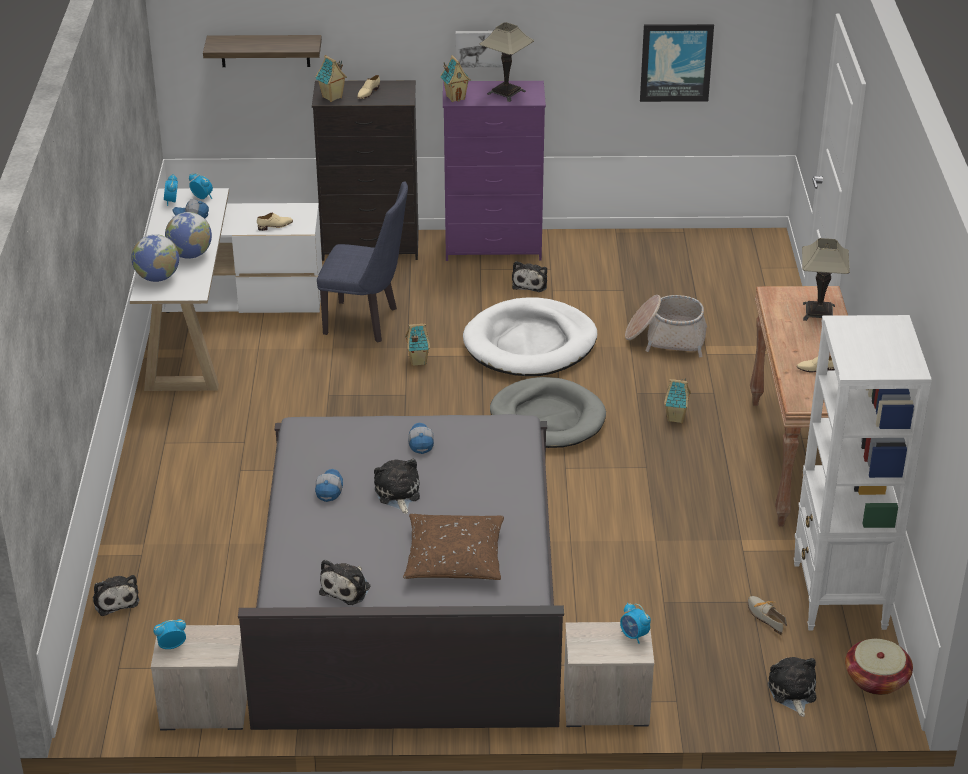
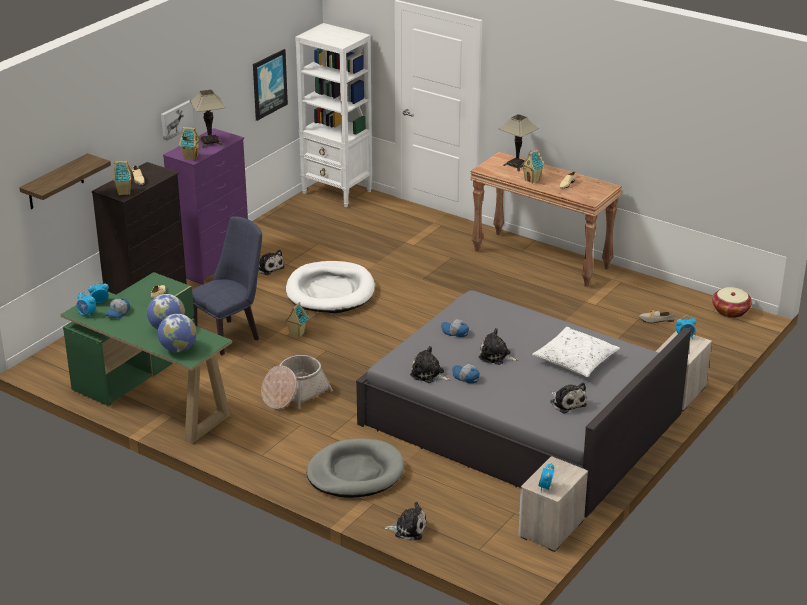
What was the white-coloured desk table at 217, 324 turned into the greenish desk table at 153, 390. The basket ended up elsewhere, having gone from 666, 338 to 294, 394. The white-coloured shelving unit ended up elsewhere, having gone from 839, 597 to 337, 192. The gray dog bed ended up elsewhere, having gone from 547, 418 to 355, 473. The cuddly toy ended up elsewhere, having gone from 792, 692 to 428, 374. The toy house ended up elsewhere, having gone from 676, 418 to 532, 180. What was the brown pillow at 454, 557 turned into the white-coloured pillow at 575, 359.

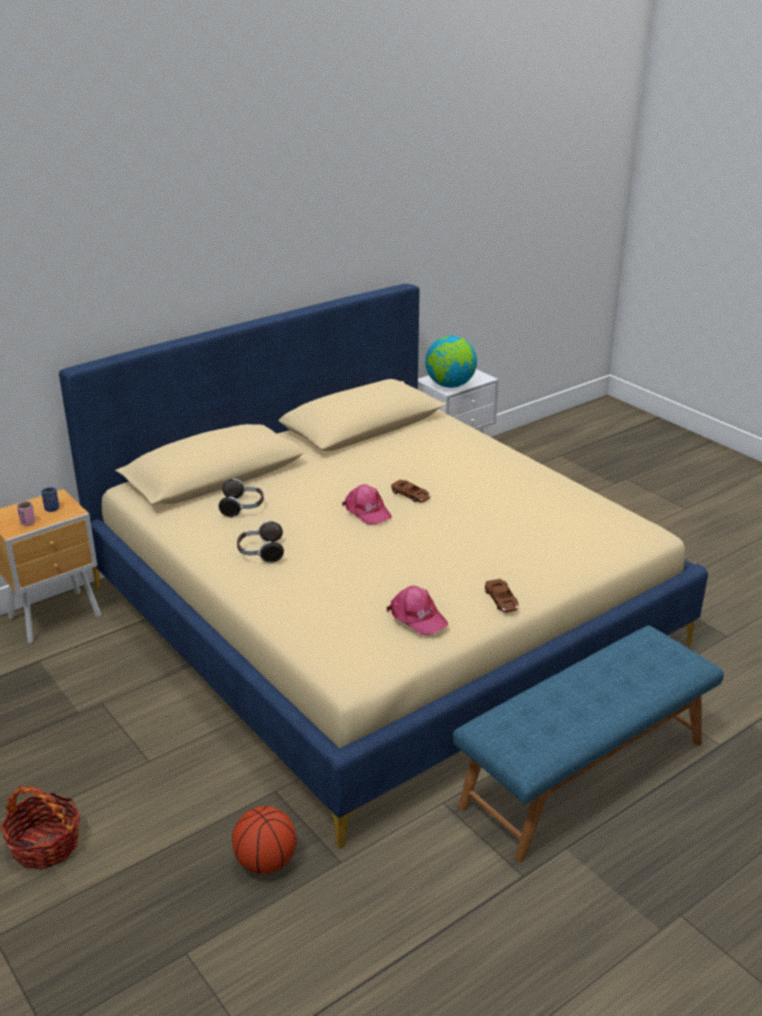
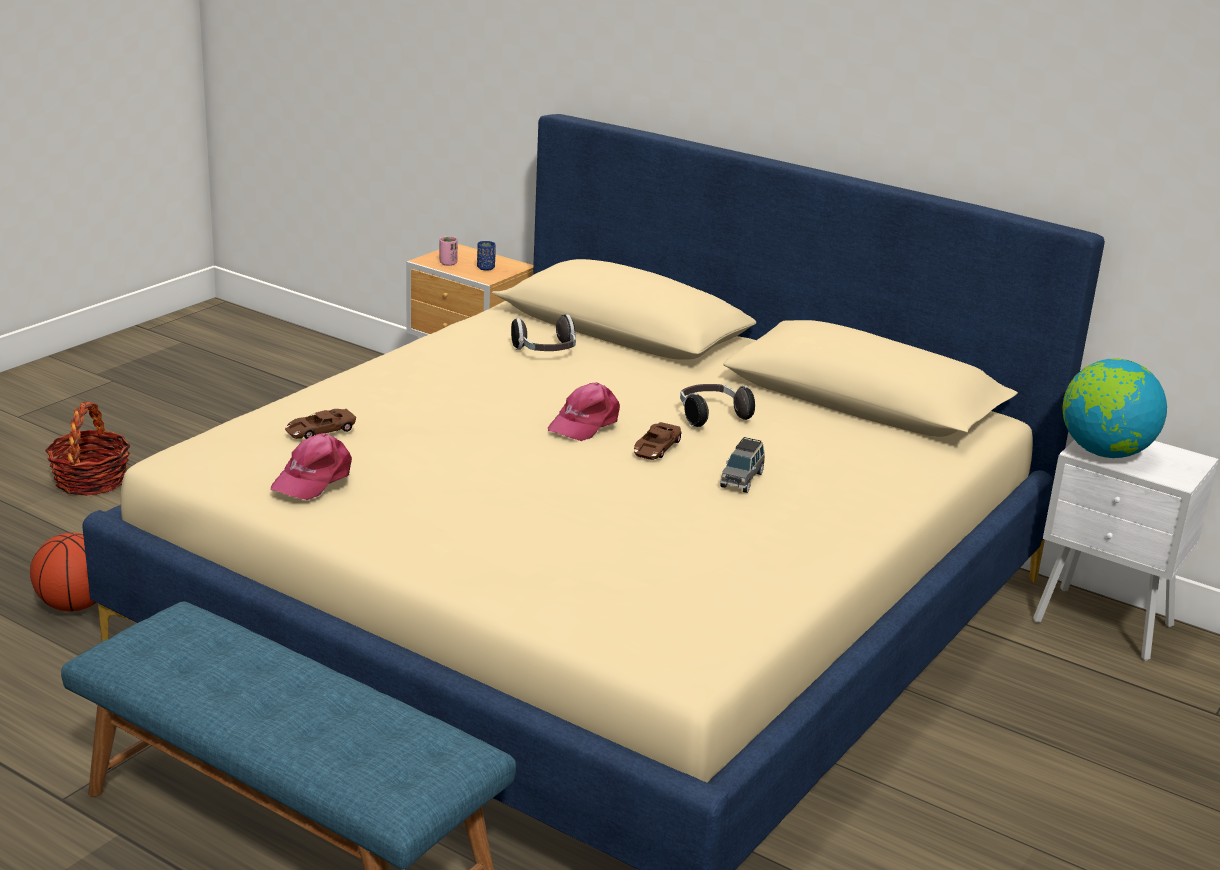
The brown miniature car ended up elsewhere, having gone from 501, 600 to 320, 430. The pair of headphones ended up elsewhere, having gone from 260, 553 to 711, 416. The second view gained the gray miniature car at 742, 479.

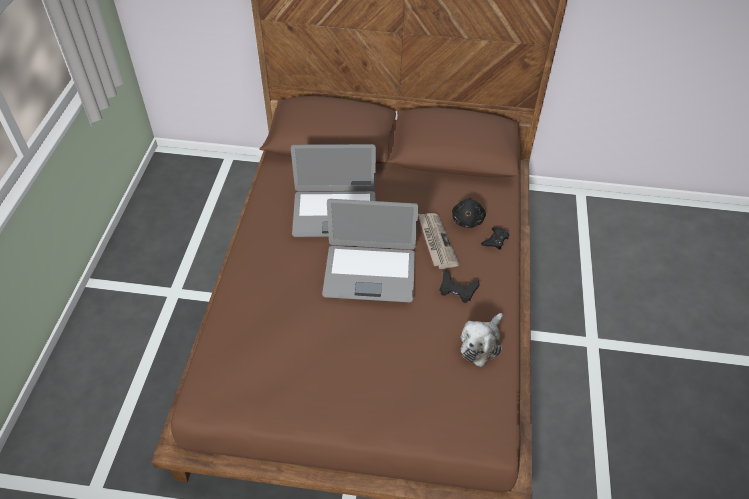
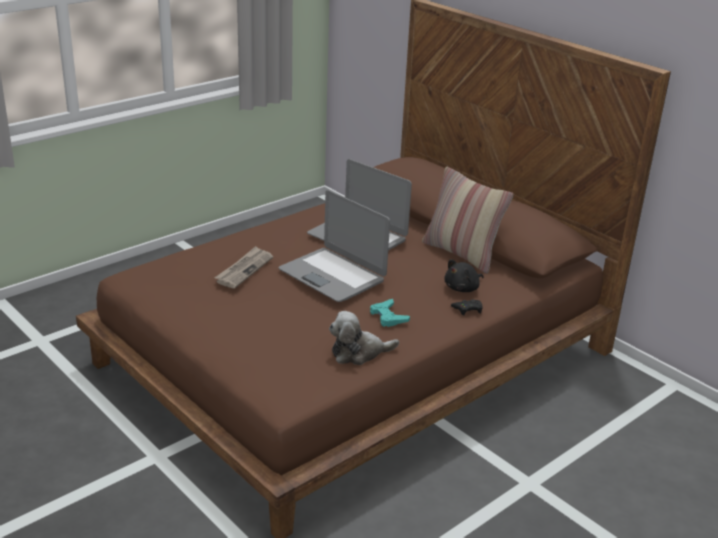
The daily paper ended up elsewhere, having gone from 436, 241 to 244, 269. What was the blackish game controller at 457, 289 turned into the turquoise game controller at 388, 317. The second view gained the pillow at 461, 254.

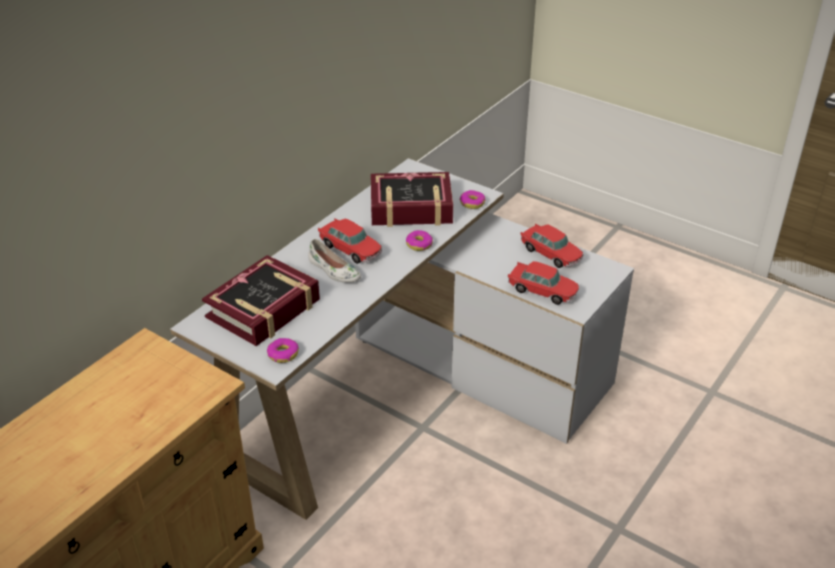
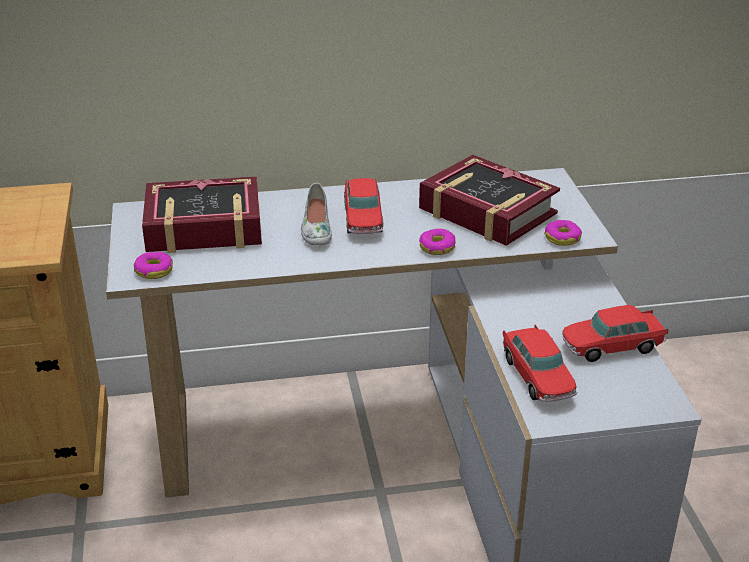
The miniature car at 551, 254 ended up facing another way, 75 degrees clockwise from before.

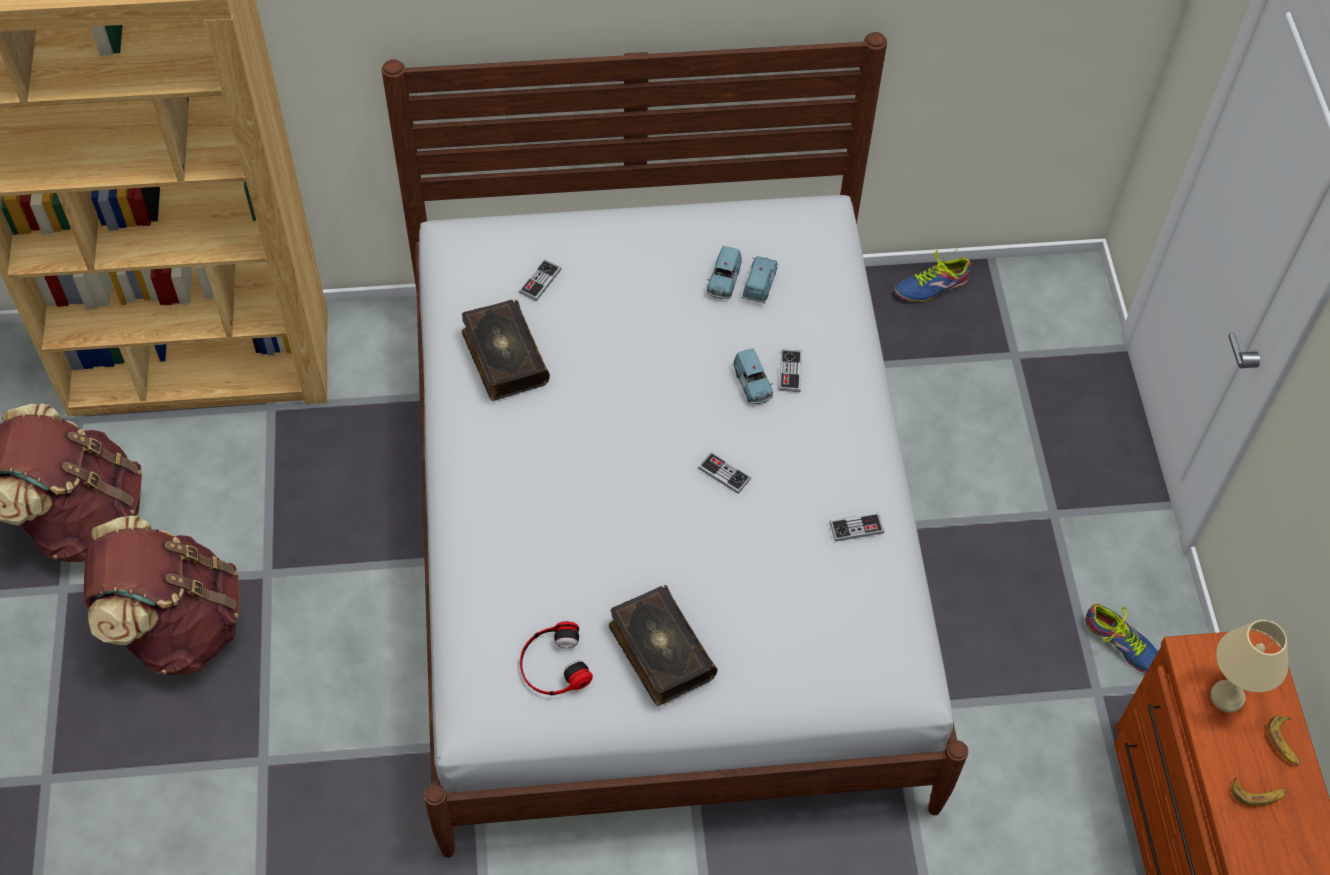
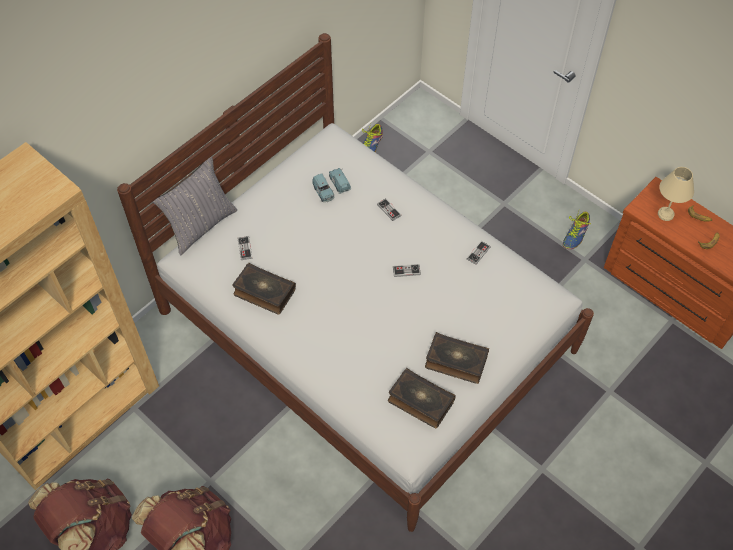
The second view gained the gray pillow at 200, 226. Where the pair of headphones stood at 553, 665, the volume came to stand at 420, 401. The item of footwear at 1122, 644 ended up facing another way, 120 degrees clockwise from before. The second view lost the bluish miniature car at 752, 384.

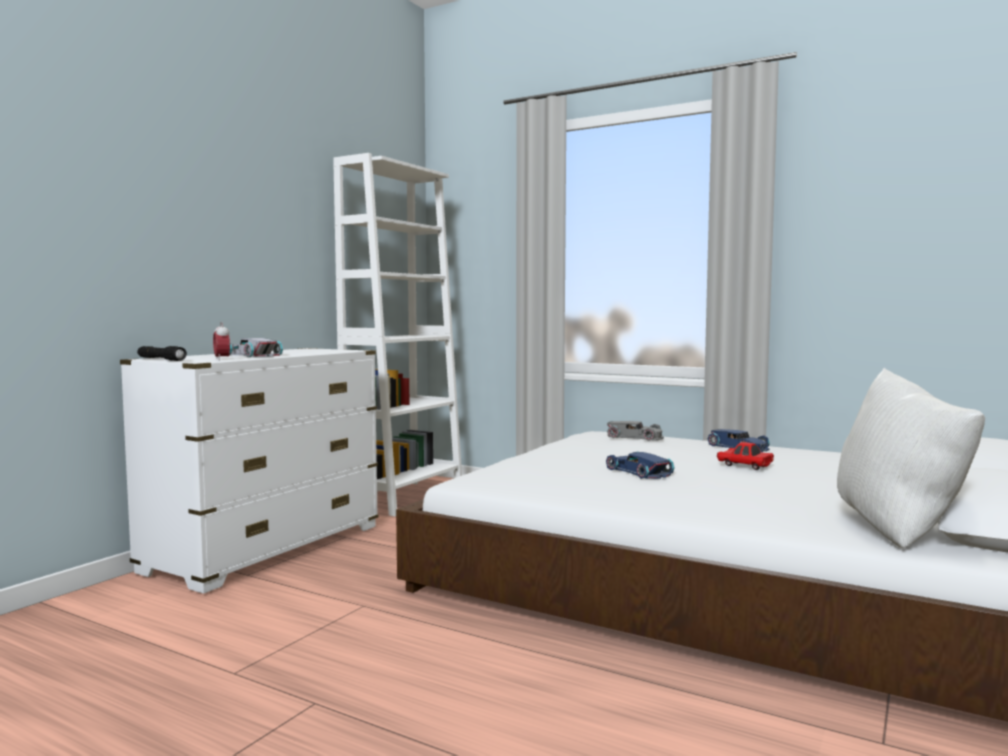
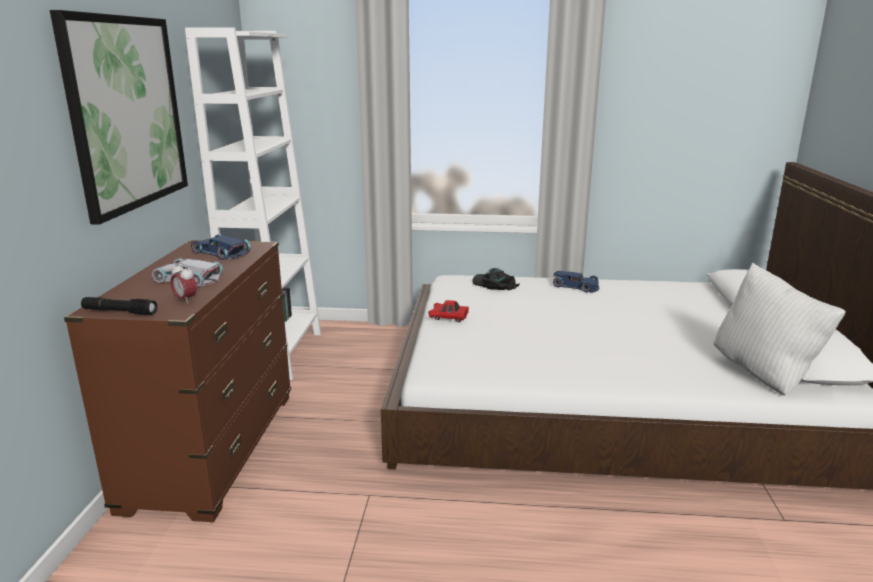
The second view gained the wall art at 126, 113. What was the white-coloured dresser at 266, 549 turned into the brown dresser at 213, 449. The bluish miniature car ended up elsewhere, having gone from 639, 471 to 221, 252. The red miniature car ended up elsewhere, having gone from 745, 466 to 449, 318. Where the gray miniature car stood at 635, 437, the blackish cap came to stand at 494, 284.

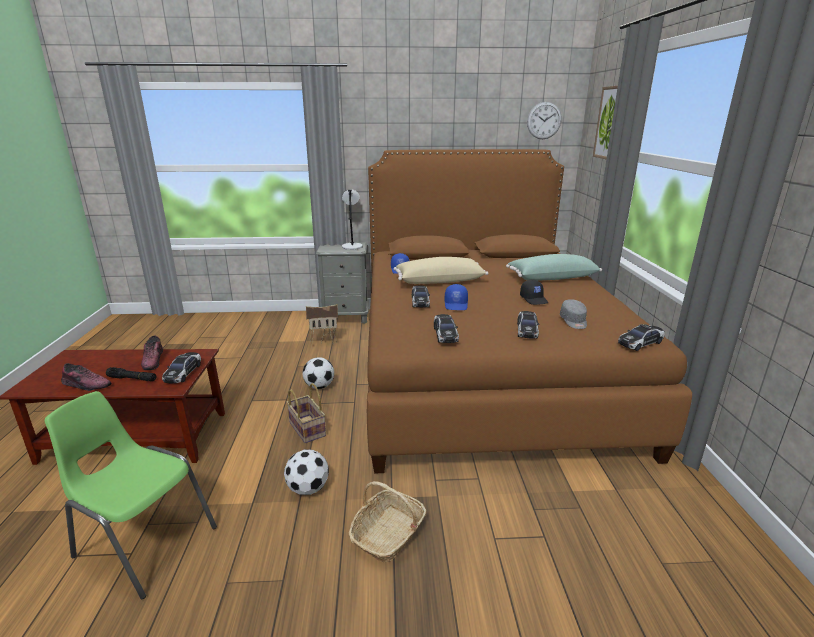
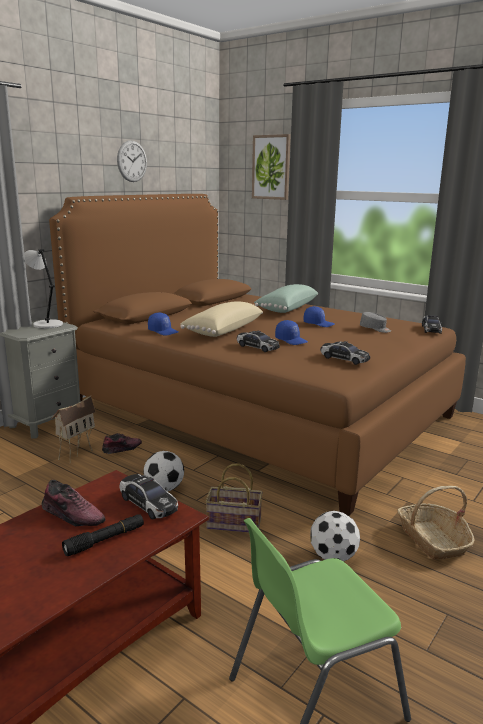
The item of footwear ended up elsewhere, having gone from 87, 385 to 122, 449. The wall clock ended up elsewhere, having gone from 544, 120 to 132, 161. What was the blackish cap at 534, 299 turned into the bluish cap at 318, 324. The second view lost the miniature car at 527, 330.

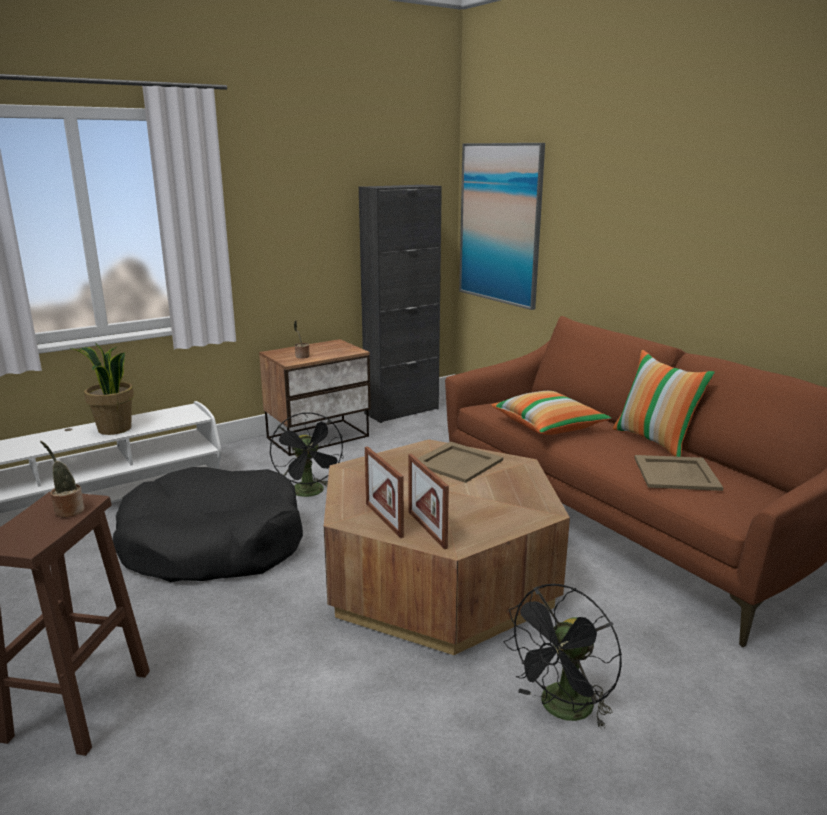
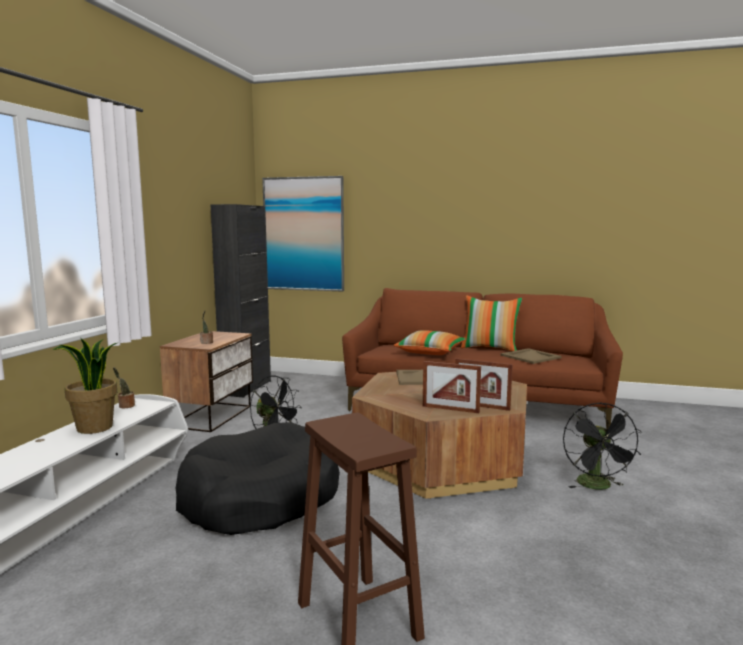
The plant in a pot ended up elsewhere, having gone from 67, 510 to 125, 406.

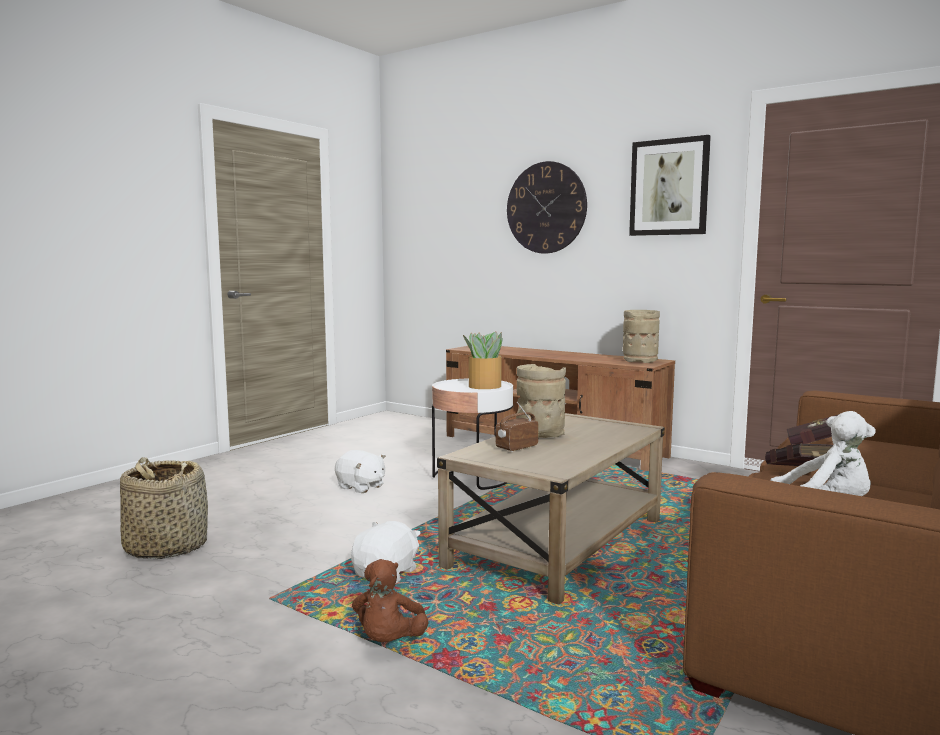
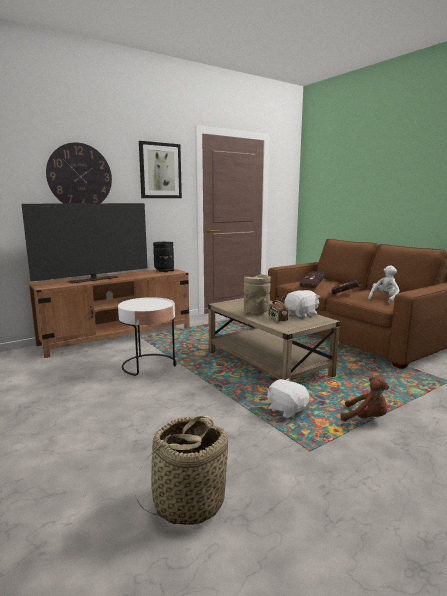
The second view gained the television at 94, 279. What was the sand-coloured flower vase at 640, 360 turned into the blackish flower vase at 164, 270. The white-coloured cuddly toy ended up elsewhere, having gone from 360, 487 to 302, 314. The second view lost the plant in a pot at 484, 386.

